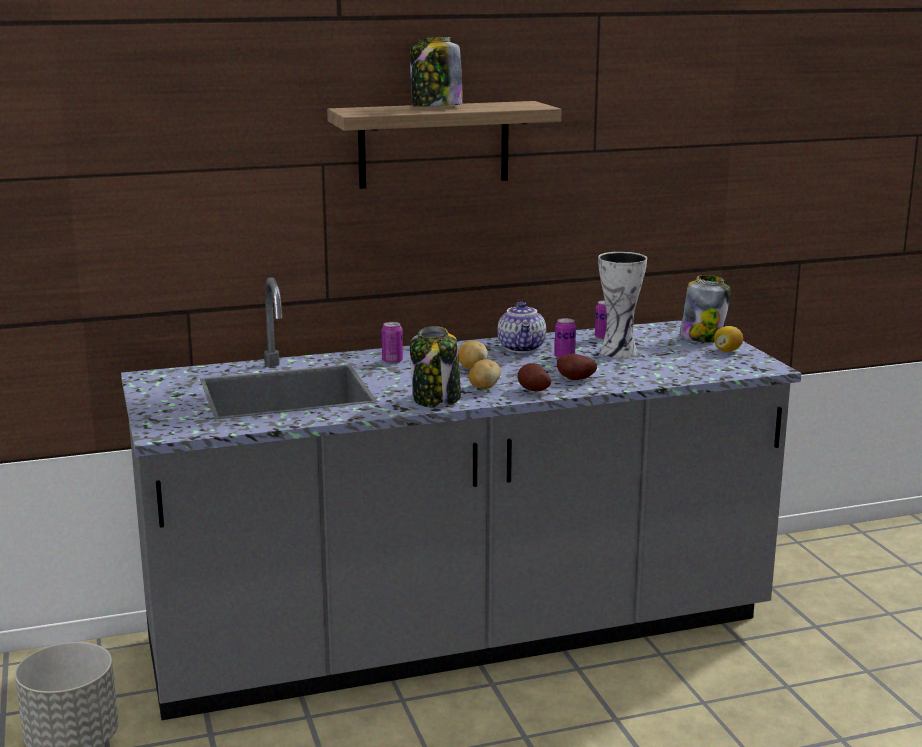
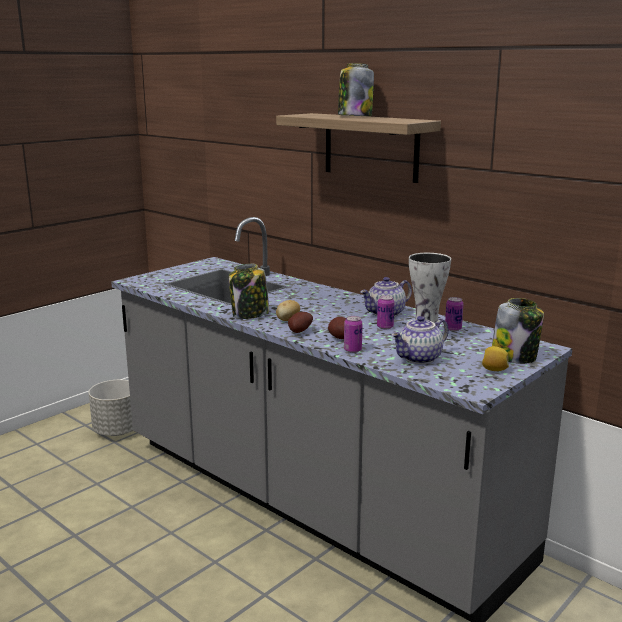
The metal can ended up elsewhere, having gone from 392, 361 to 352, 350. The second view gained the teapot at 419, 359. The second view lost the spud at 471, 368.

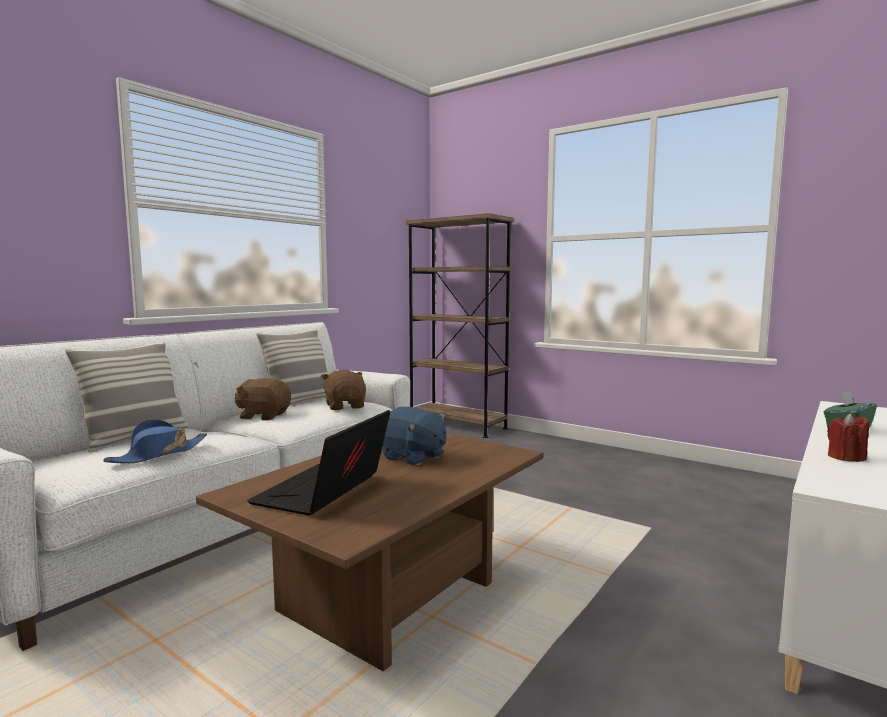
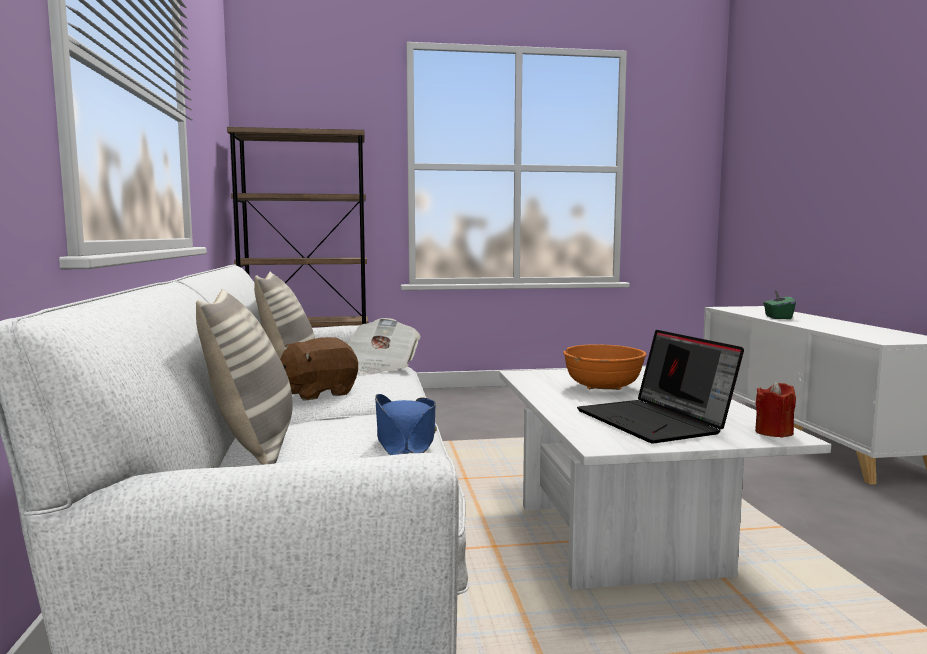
Where the brown cuddly toy stood at 345, 406, the daily paper came to stand at 381, 367. What was the brown lounge table at 391, 600 turned into the white-coloured lounge table at 625, 539. Where the bluish cuddly toy stood at 413, 457, the orange-coloured serving bowl came to stand at 603, 388. The red candle ended up elsewhere, having gone from 846, 457 to 774, 432.

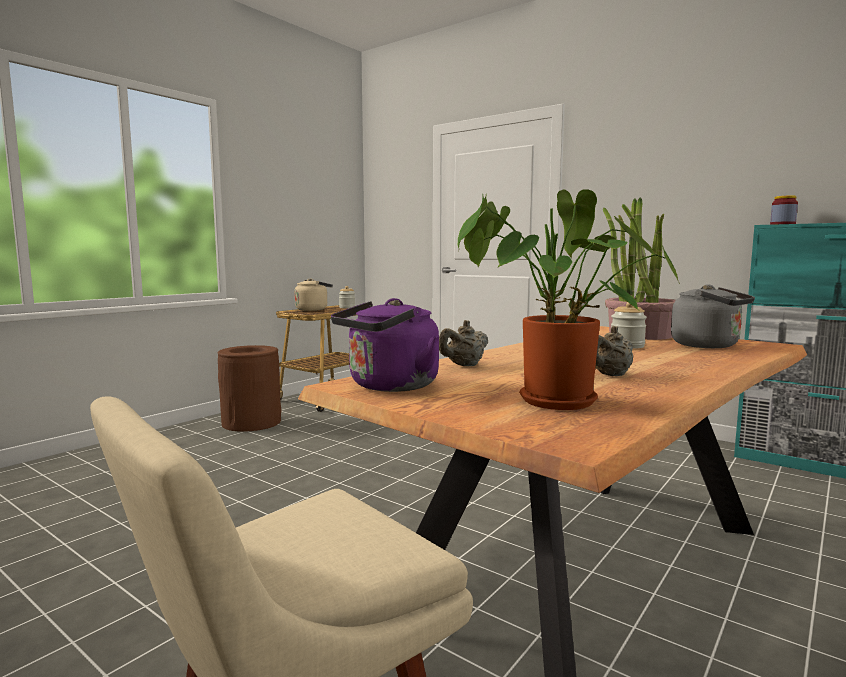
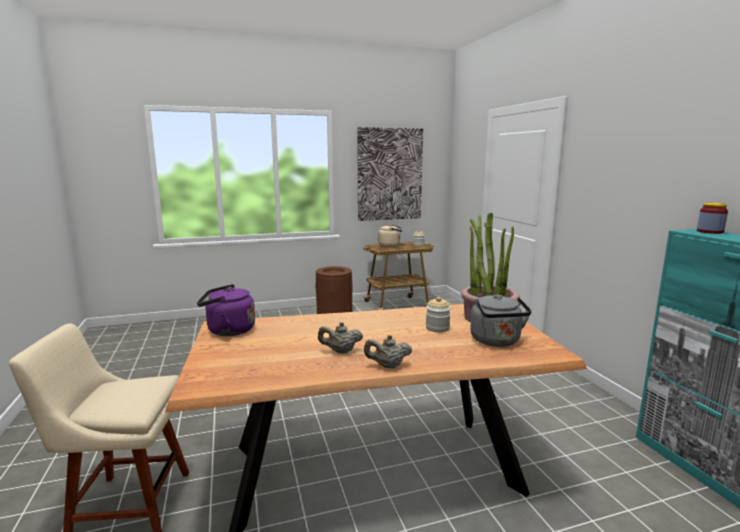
The second view gained the wall art at 389, 174. The sand-coloured teapot ended up elsewhere, having gone from 464, 365 to 388, 366. The second view lost the plant in a pot at 548, 401.

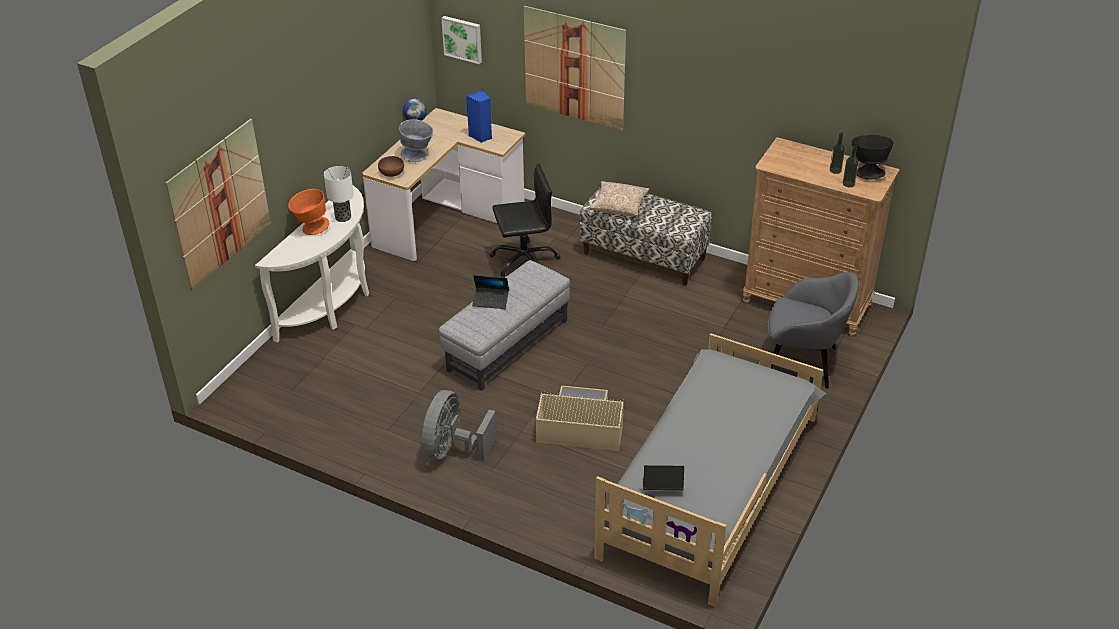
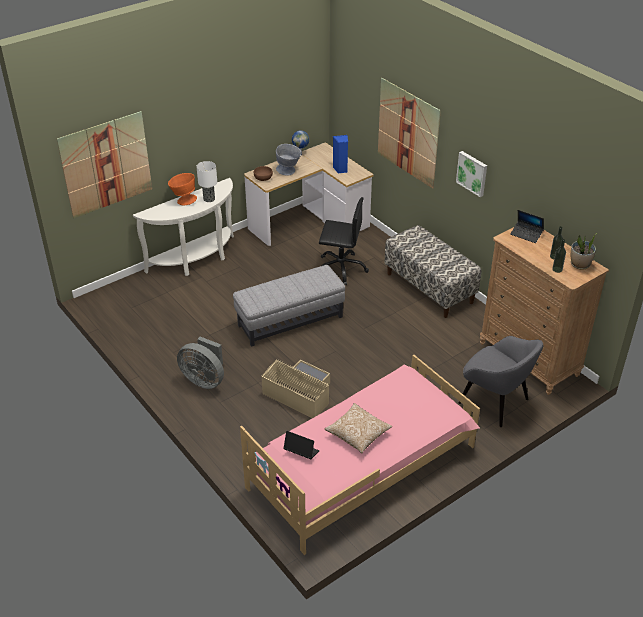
The gray cooling fan at 452, 449 ended up facing another way, 105 degrees counterclockwise from before. What was the gray sleeping bed at 709, 484 turned into the pink-coloured sleeping bed at 362, 465. The pillow ended up elsewhere, having gone from 619, 206 to 358, 434. The wall art ended up elsewhere, having gone from 463, 39 to 472, 173. The notebook computer ended up elsewhere, having gone from 491, 301 to 526, 234. Where the blackish serving bowl stood at 867, 172, the plant in a pot came to stand at 580, 264.

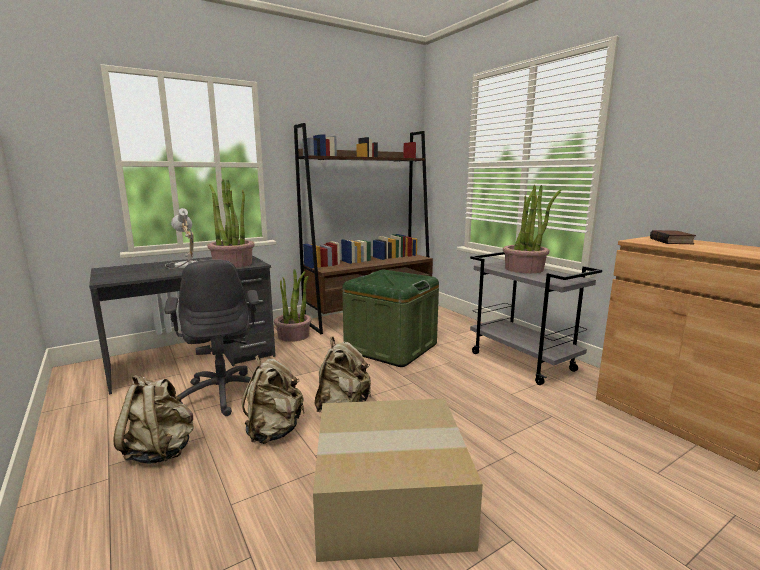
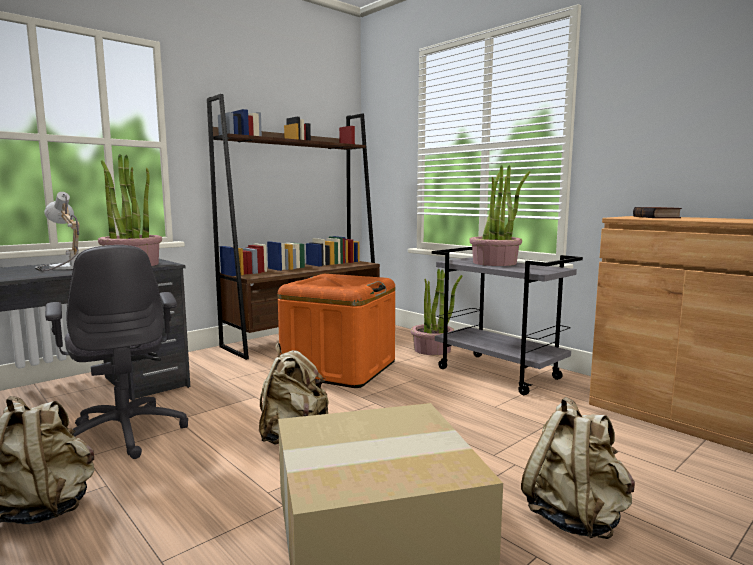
What was the greenish storage box at 391, 347 turned into the orange-coloured storage box at 339, 368. The plant in a pot ended up elsewhere, having gone from 294, 335 to 432, 349. The sand-coloured backpack ended up elsewhere, having gone from 274, 431 to 575, 518.

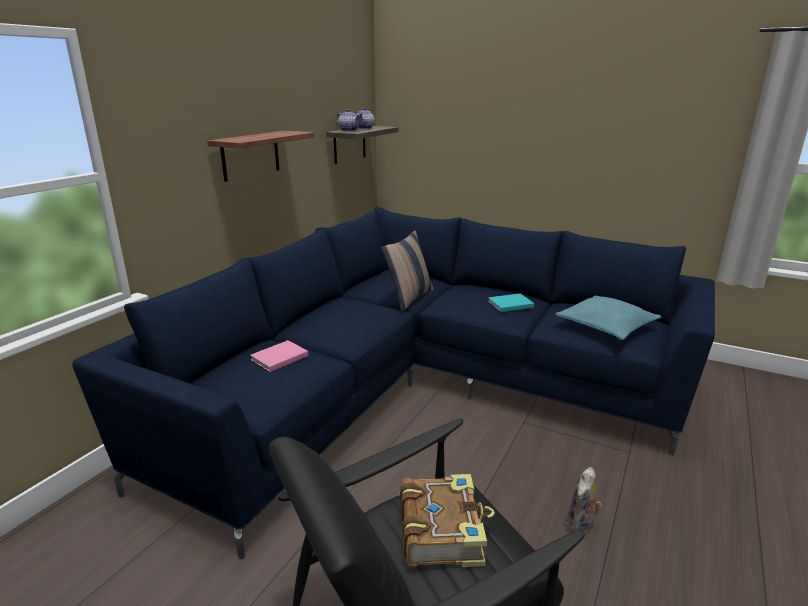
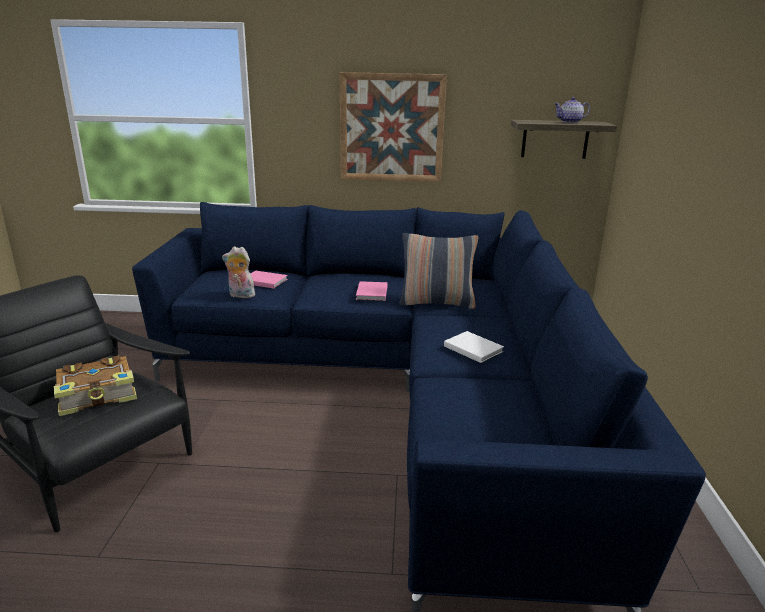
The cuddly toy ended up elsewhere, having gone from 581, 524 to 240, 295. Where the bracket shelf hung at 250, 155, the wall art came to hang at 391, 128. The second view gained the pink-coloured volume at 371, 293. What was the turquoise volume at 509, 304 turned into the white-coloured volume at 472, 348. The second view lost the teapot at 349, 130. The second view lost the turquoise pillow at 606, 326.

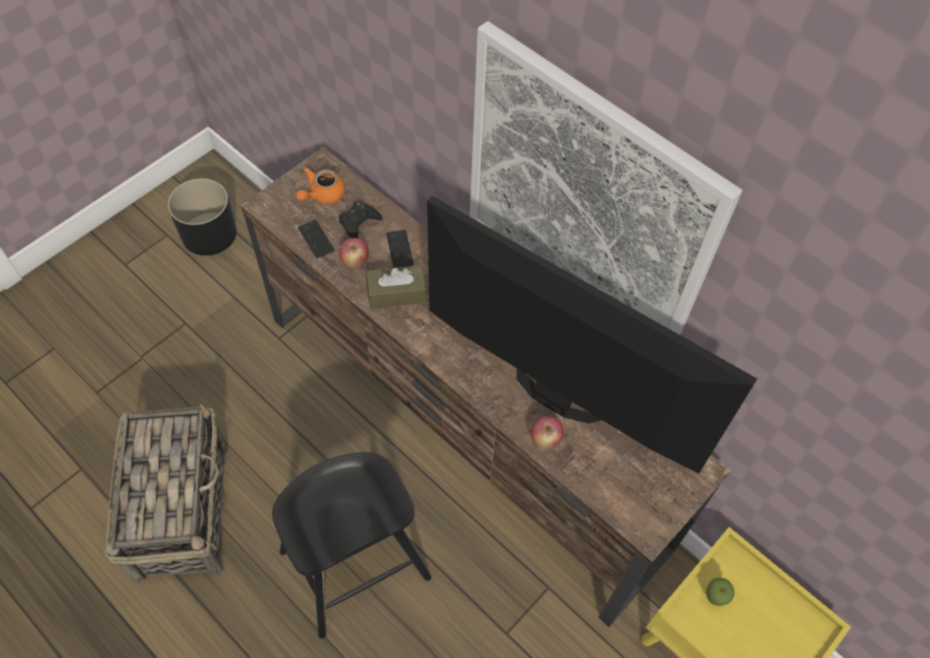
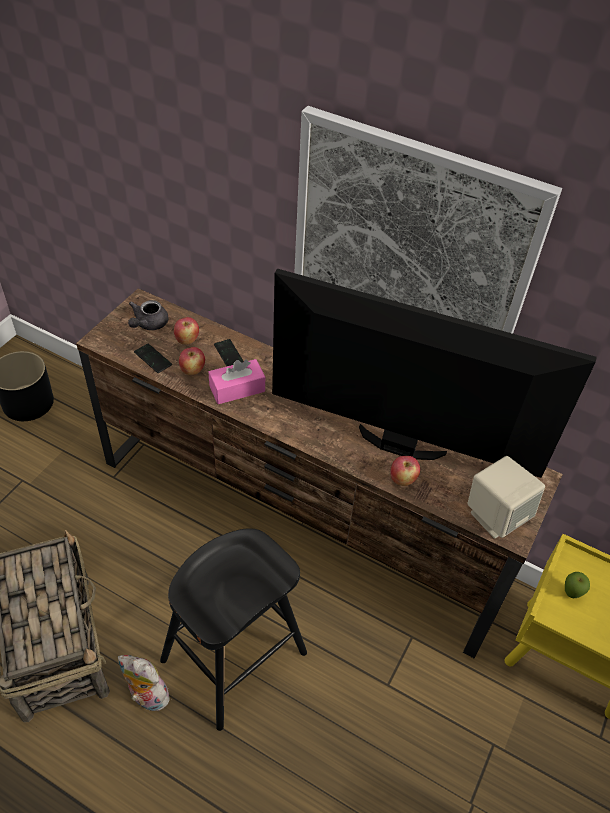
The second view gained the cuddly toy at 146, 697. What was the orange-coloured teapot at 322, 195 turned into the gray teapot at 148, 324. Where the blackish game controller stood at 359, 222, the whole apple came to stand at 187, 340. What was the brown tissue box at 396, 293 turned into the pink-coloured tissue box at 237, 389. The second view gained the sand-coloured loudspeaker at 496, 515.

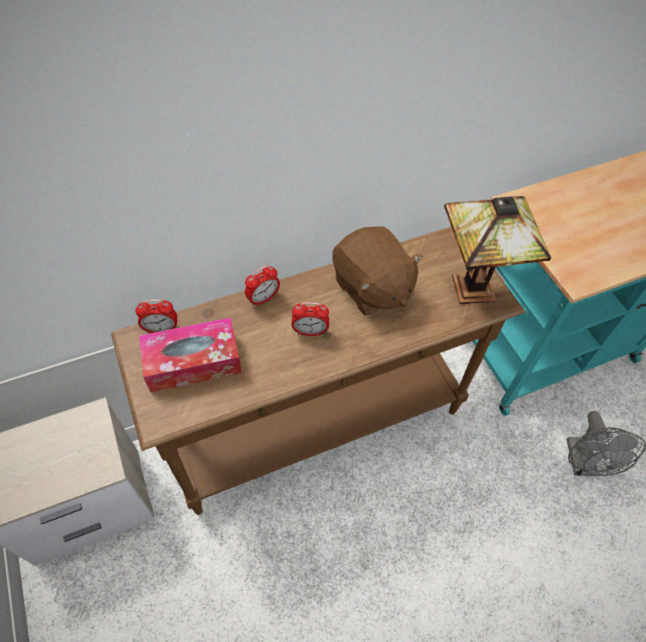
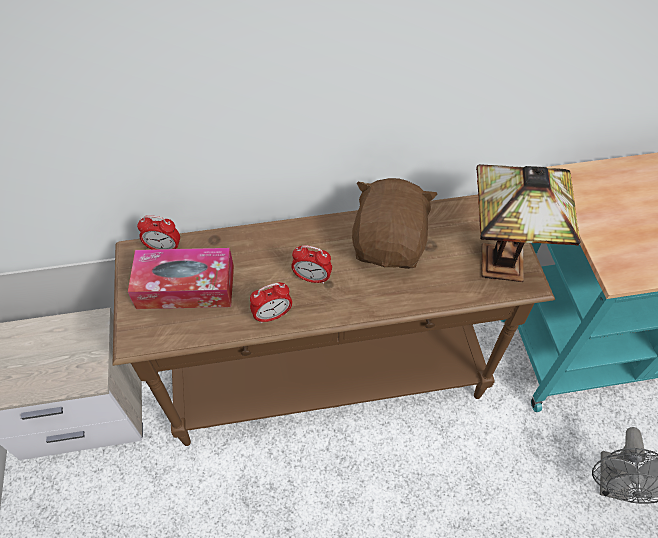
The table clock ended up elsewhere, having gone from 263, 298 to 272, 315. The brown cuddly toy at 371, 288 ended up facing another way, 150 degrees counterclockwise from before.

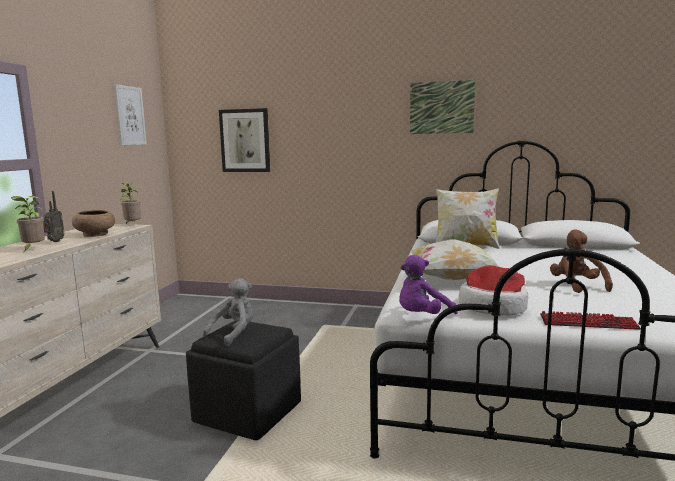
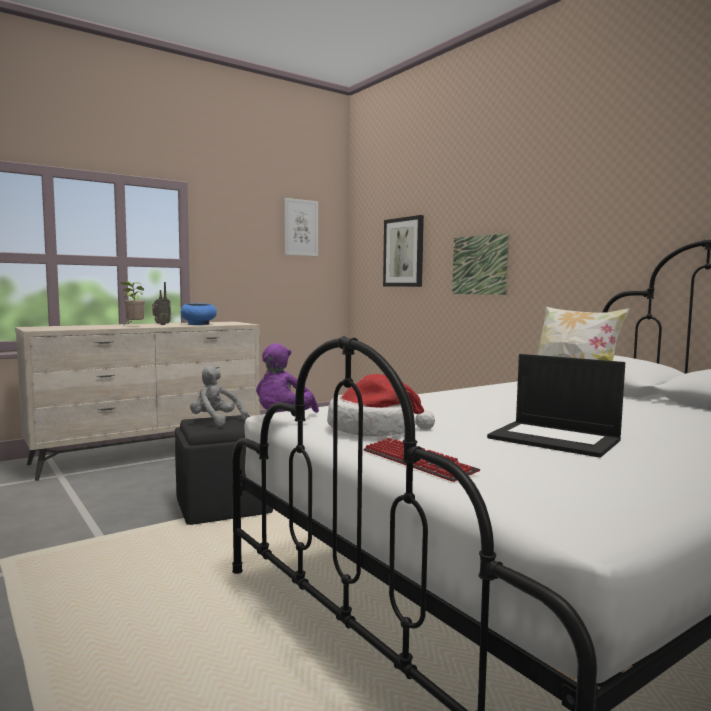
What was the brown serving bowl at 96, 234 turned into the bluish serving bowl at 199, 324. The gray cuddly toy at 234, 334 ended up facing another way, 135 degrees counterclockwise from before. The purplish cuddly toy at 422, 317 ended up facing another way, 75 degrees counterclockwise from before. The wall art ended up elsewhere, having gone from 441, 107 to 479, 265. Where the brown cuddly toy stood at 576, 286, the notebook computer came to stand at 556, 439. The second view lost the plant in a pot at 132, 225. The second view lost the pillow at 452, 279.

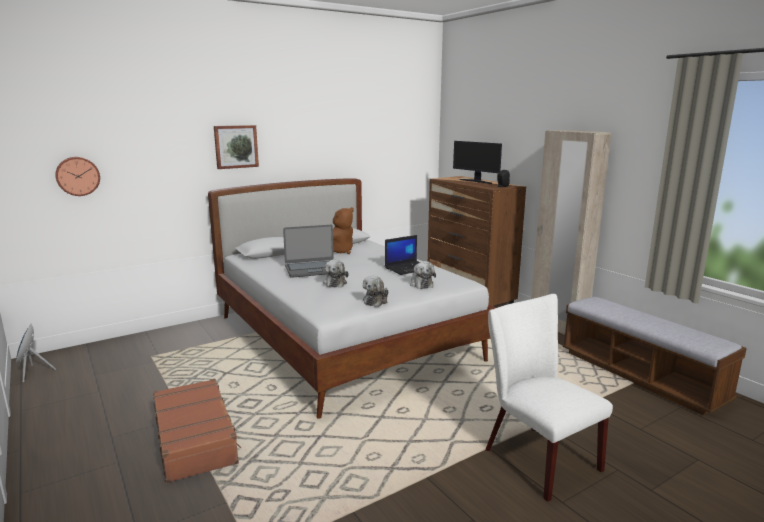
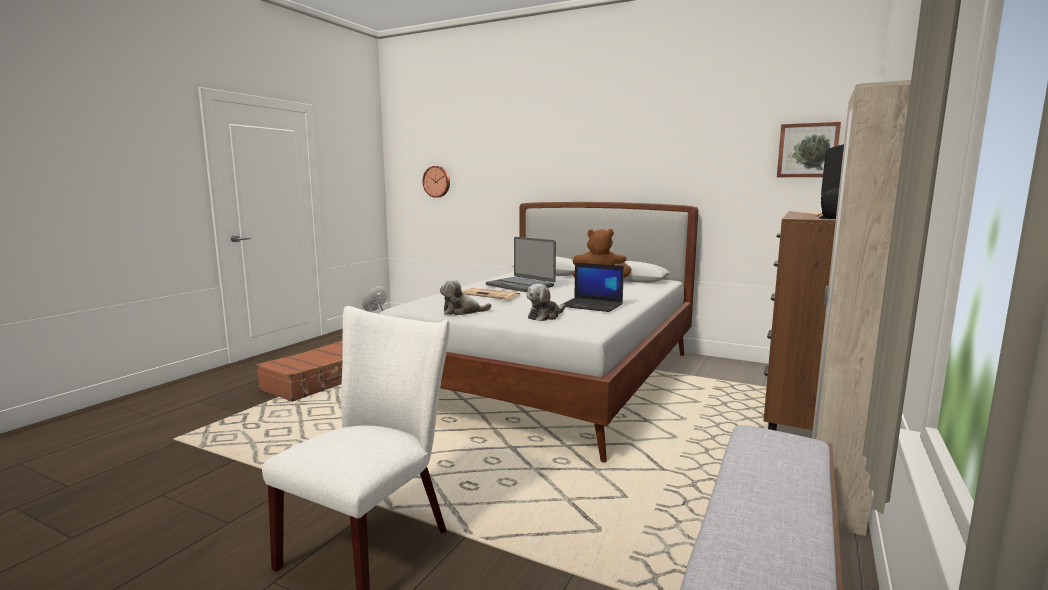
Where the cuddly toy stood at 335, 283, the daily paper came to stand at 491, 295. The wall art ended up elsewhere, having gone from 236, 146 to 807, 150.

